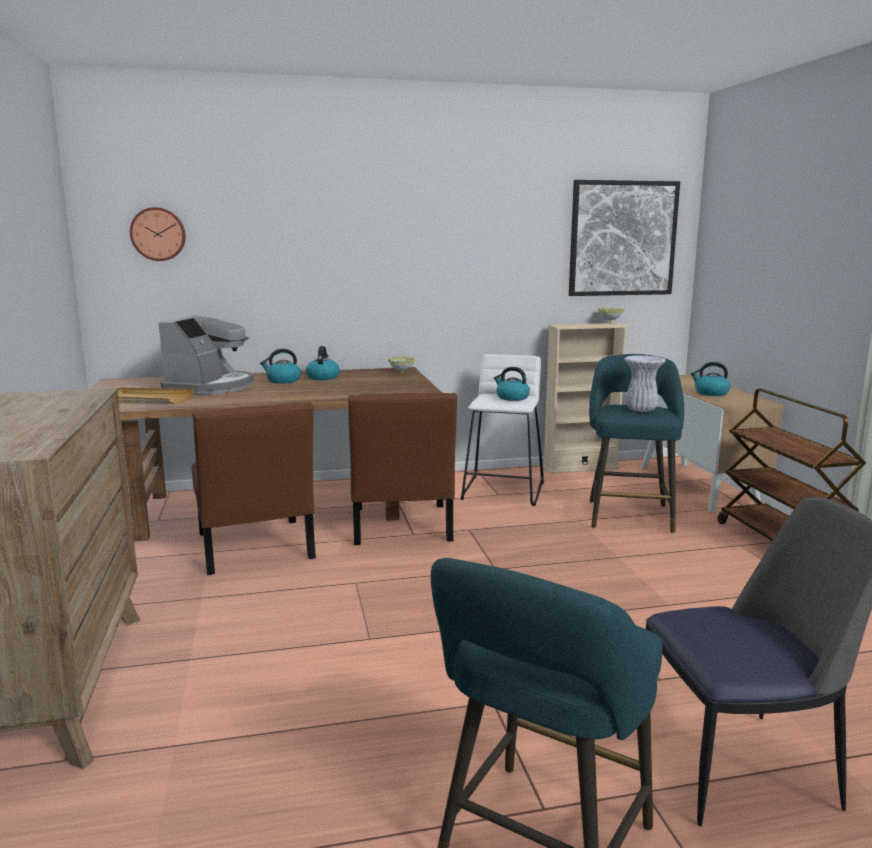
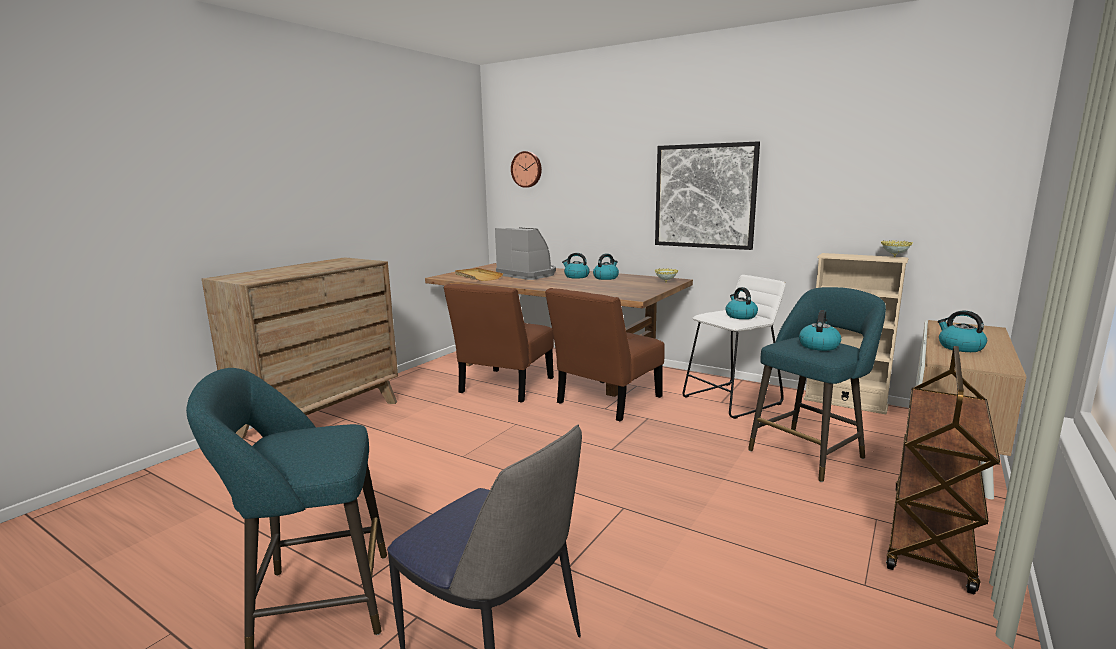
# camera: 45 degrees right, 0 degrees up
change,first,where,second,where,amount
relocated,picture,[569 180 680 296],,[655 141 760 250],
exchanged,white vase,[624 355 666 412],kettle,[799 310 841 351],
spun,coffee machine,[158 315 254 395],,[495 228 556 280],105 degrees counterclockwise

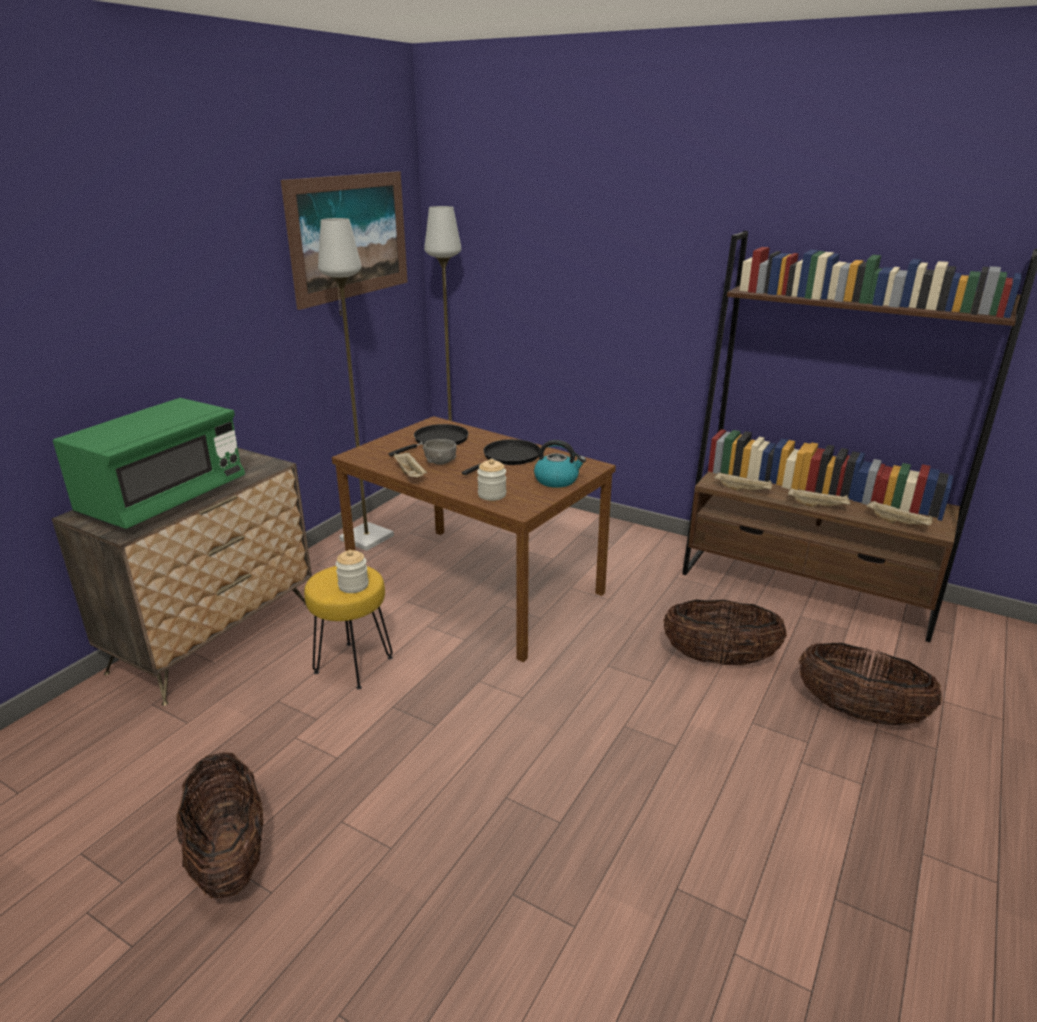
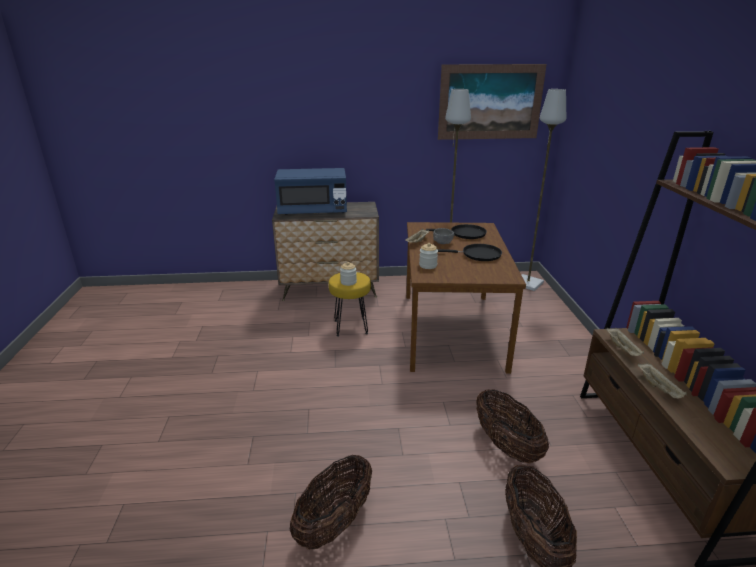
# camera: 55 degrees right, 0 degrees up
change,first,where,second,where,amount
missing,kettle,[534 440 586 488],,,
missing,beige tray,[867 501 933 526],,,
relocated,basket,[176 752 263 898],,[290 455 372 549],
colour,green microwave,[53 398 245 529],blue microwave,[274 168 347 215],

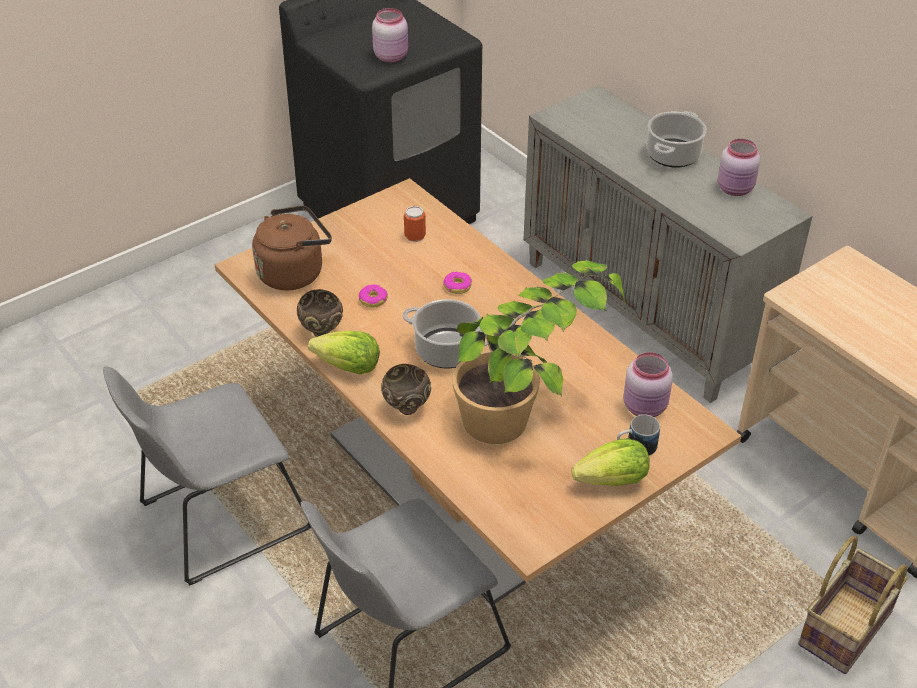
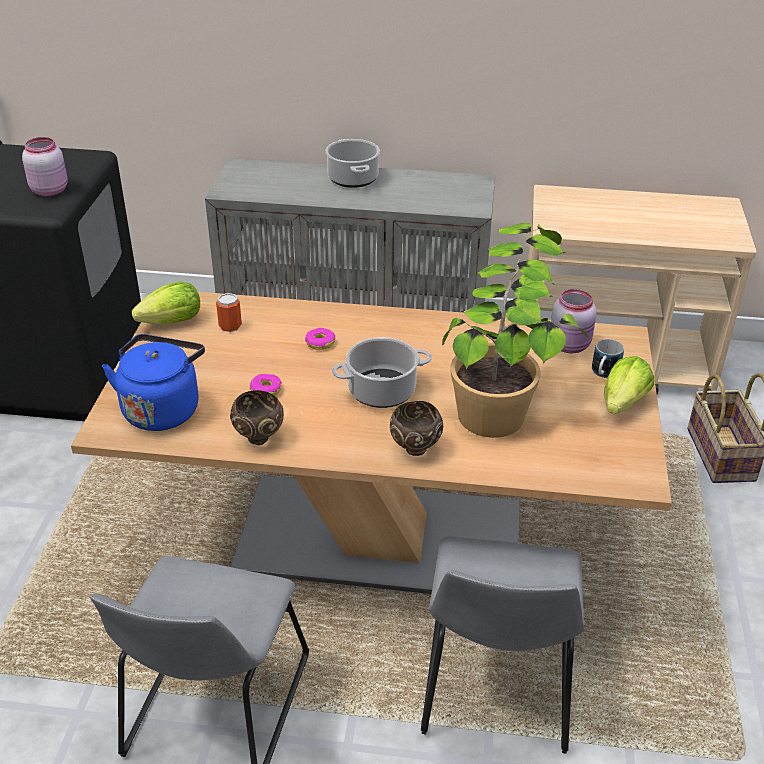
# camera: 45 degrees left, 5 degrees down
change,first,where,second,where,amount
missing,pink jar,[718 139 760 196],,,
relocated,lettuce,[308 331 380 374],,[132 281 200 324],
colour,brown kettle,[252 205 332 290],blue kettle,[102 334 205 431],

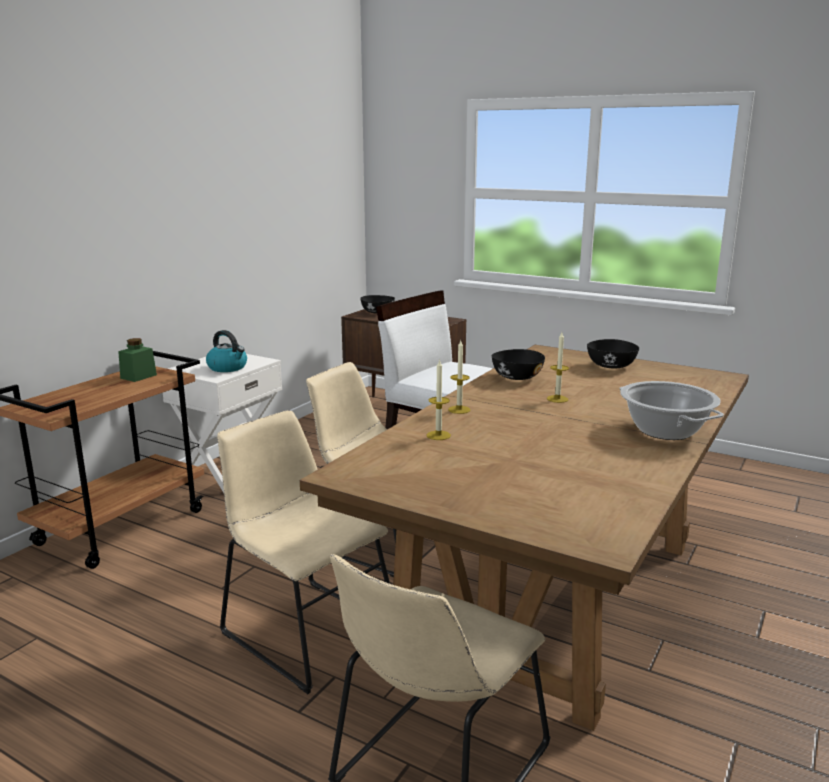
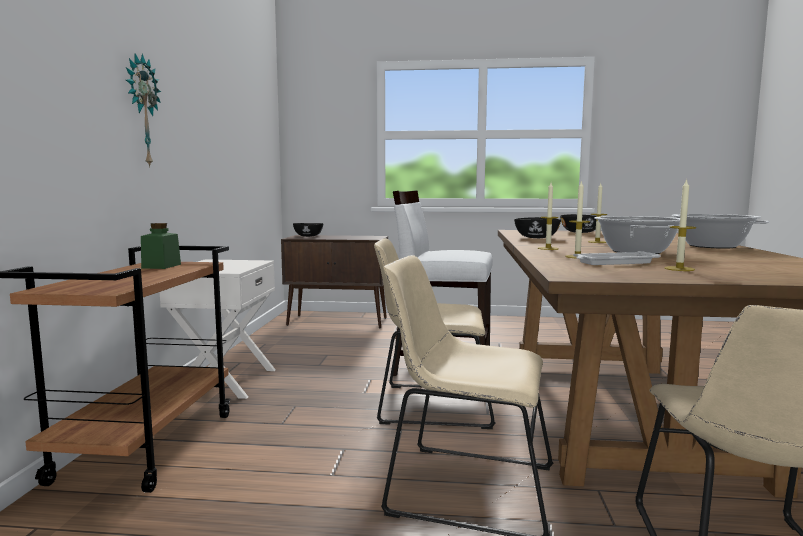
# camera: 25 degrees left, 10 degrees down
change,first,where,second,where,amount
missing,kettle,[206 330 247 372],,,
appeared,,,wall clock,[126 54 161 168],
appeared,,,white tray,[573 251 661 265],
appeared,,,cooking pot,[594 216 680 254],
appeared,,,candle,[664 179 696 271],

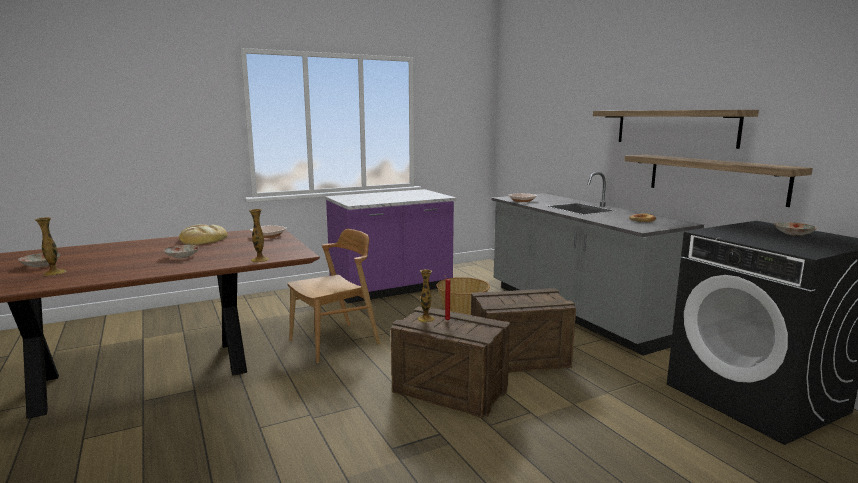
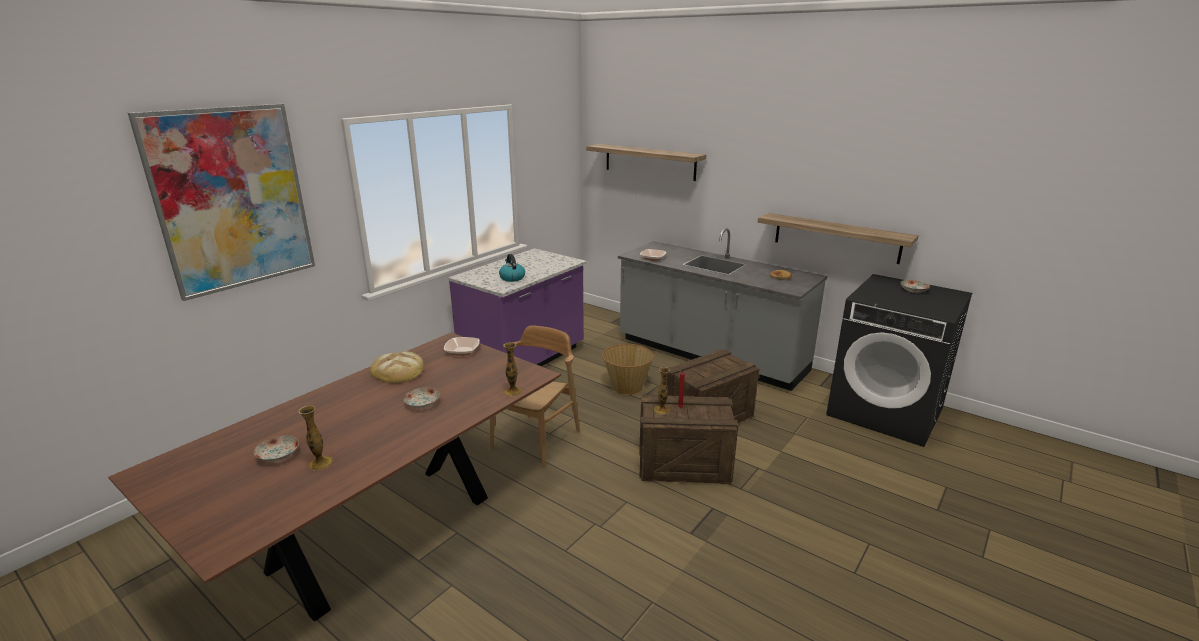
# camera: 25 degrees left, 10 degrees up
change,first,where,second,where,amount
appeared,,,picture,[128 104 315 301],
appeared,,,kettle,[499 254 525 282],
relocated,shelf,[593 110 759 149],,[586 144 706 181],

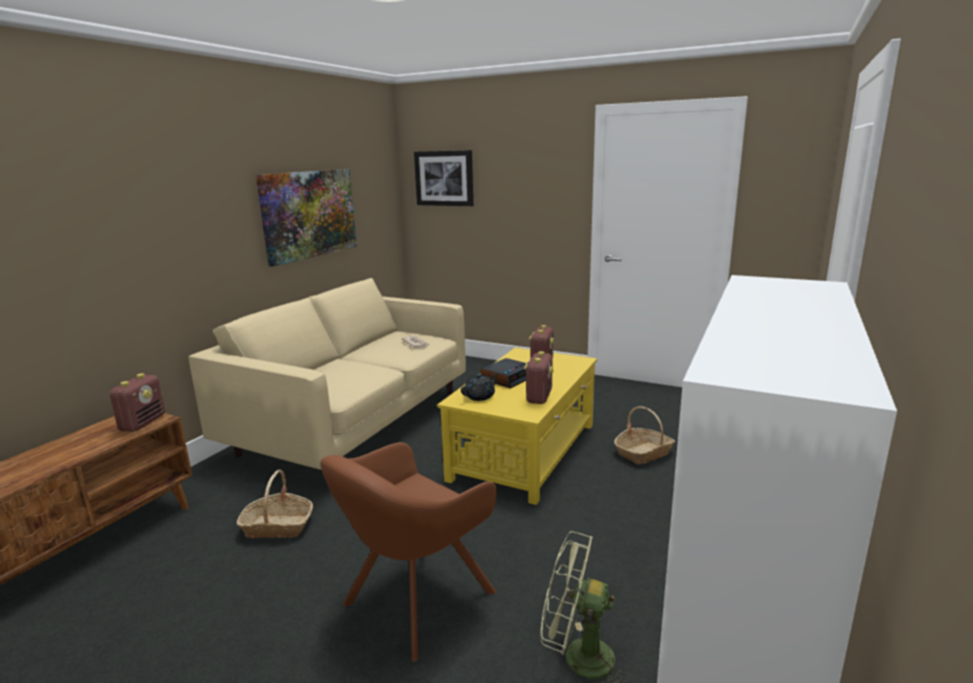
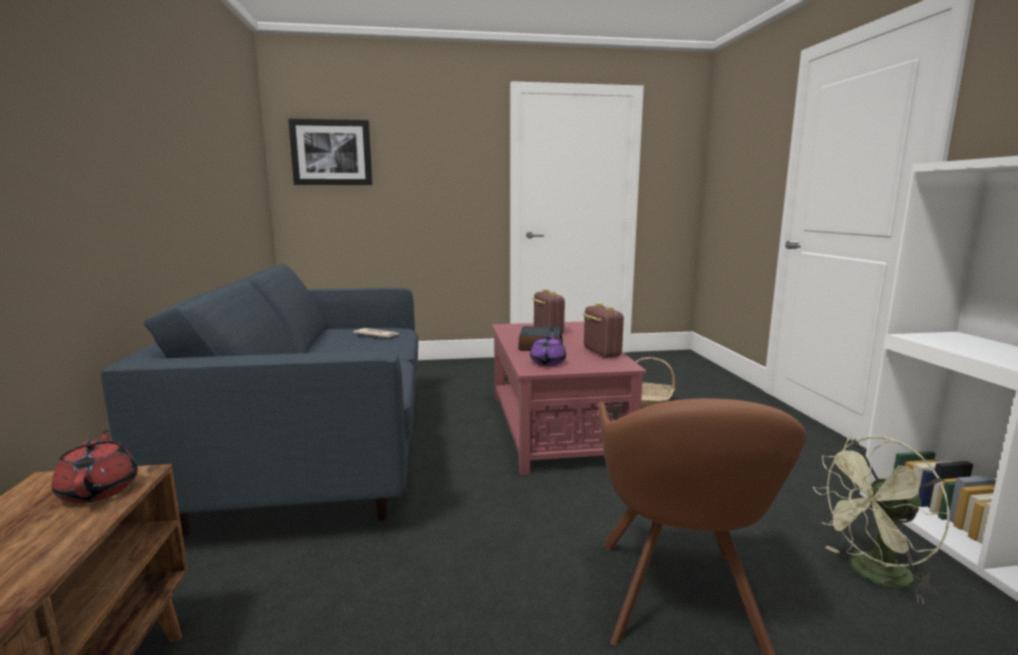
# camera: 35 degrees left, 5 degrees down
change,first,where,second,where,amount
missing,basket,[237 470 313 538],,,
missing,picture,[256 169 357 267],,,
exchanged,radio,[109 373 165 432],red teapot,[52 430 138 503],
colour,beige sofa,[188 278 466 470],blue sofa,[101 264 418 537],
colour,yellow coffee table,[437 348 597 505],red coffee table,[492 322 646 475],
colour,black teapot,[461 373 498 401],purple teapot,[530 334 566 366],

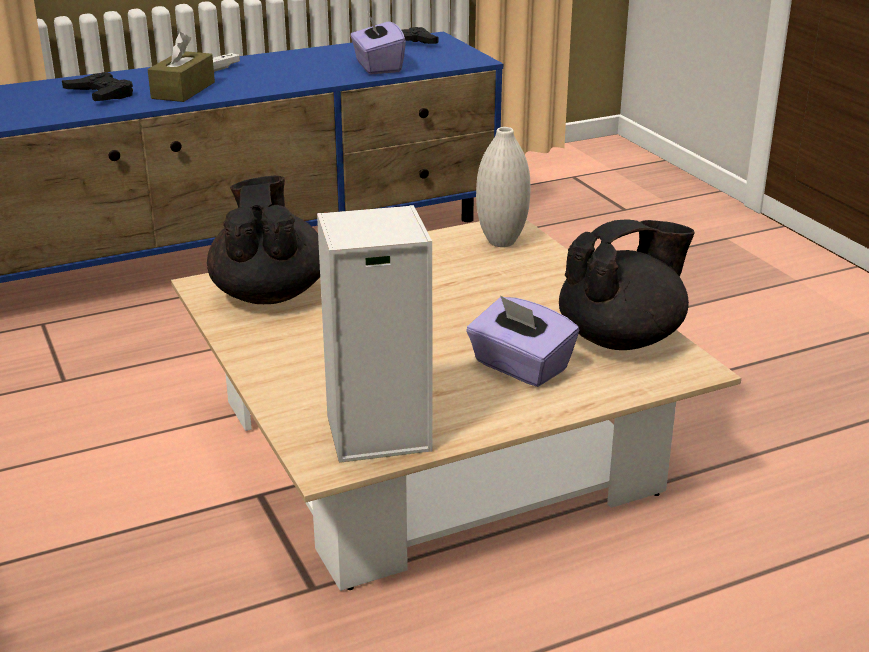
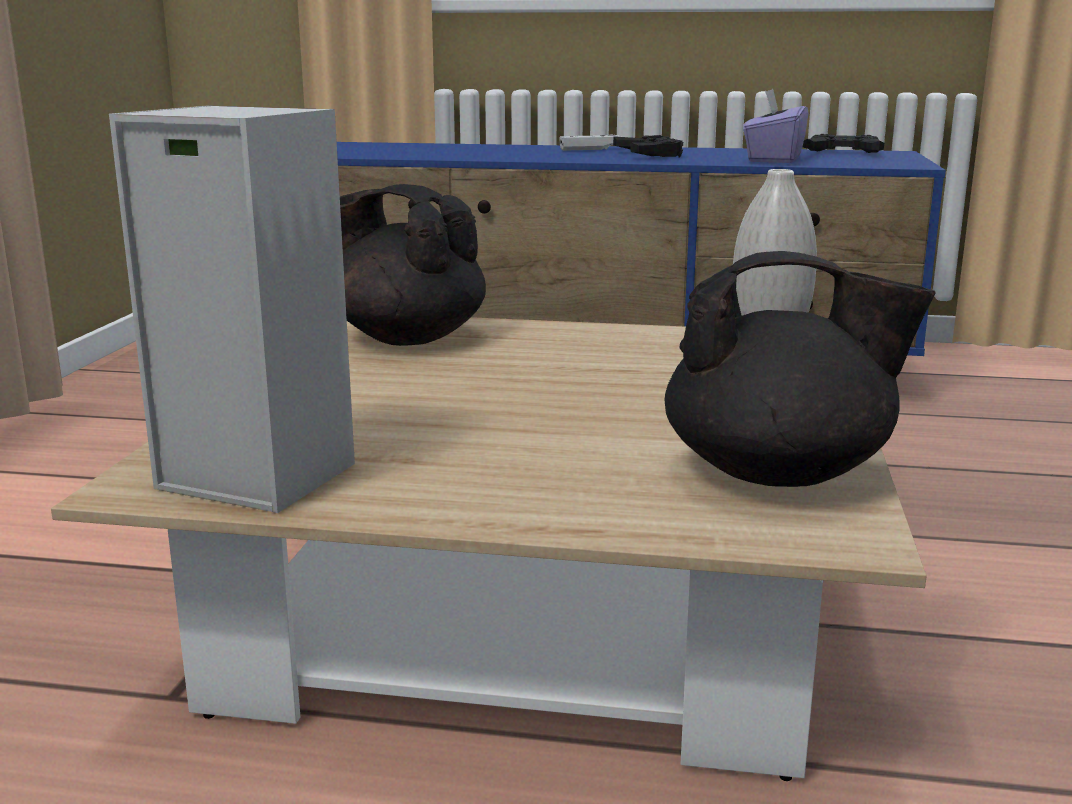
# camera: 35 degrees right, 10 degrees down
change,first,where,second,where,amount
missing,brown tissue box,[147 32 215 102],,,
missing,purple tissue box,[466 295 579 387],,,
relocated,black game controller,[62 72 133 101],,[613 135 683 157],
spun,black teapot,[207 176 320 304],,[340 184 486 346],90 degrees counterclockwise

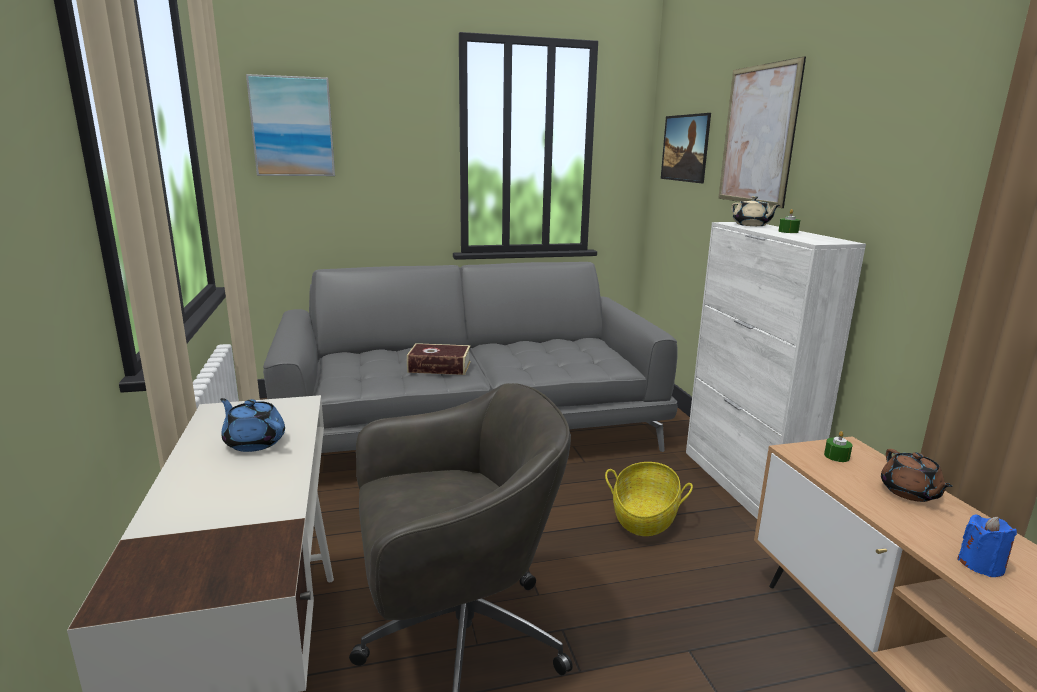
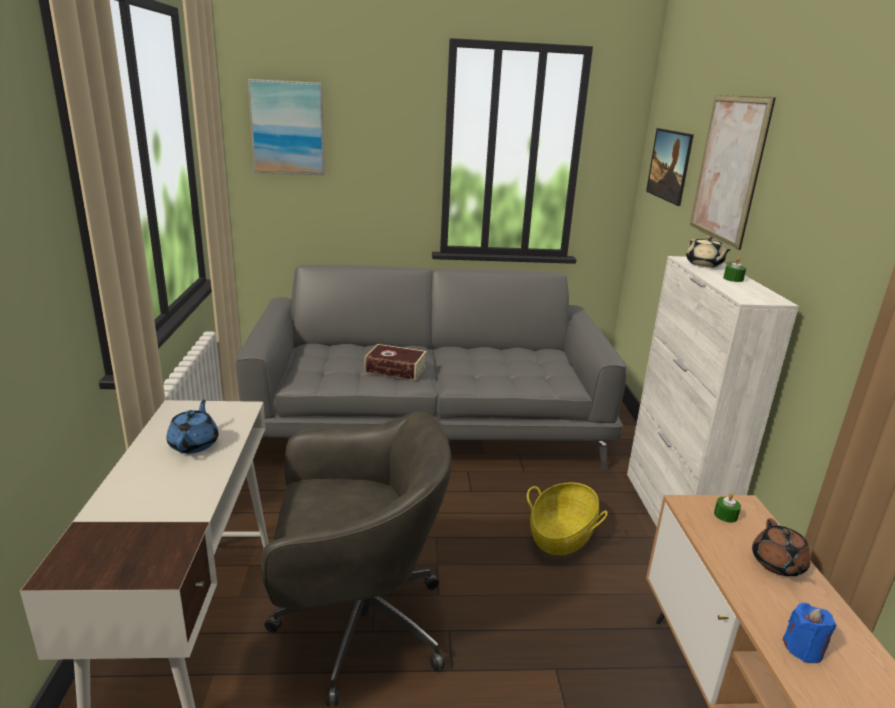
# camera: 10 degrees right, 5 degrees up
change,first,where,second,where,amount
spun,blue teapot,[220 398 285 452],,[167 400 219 453],45 degrees clockwise

